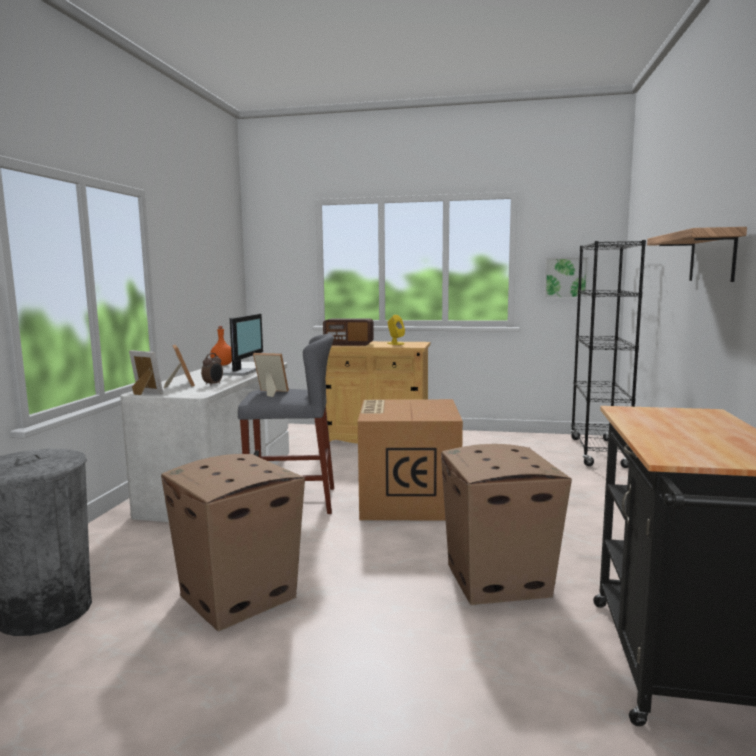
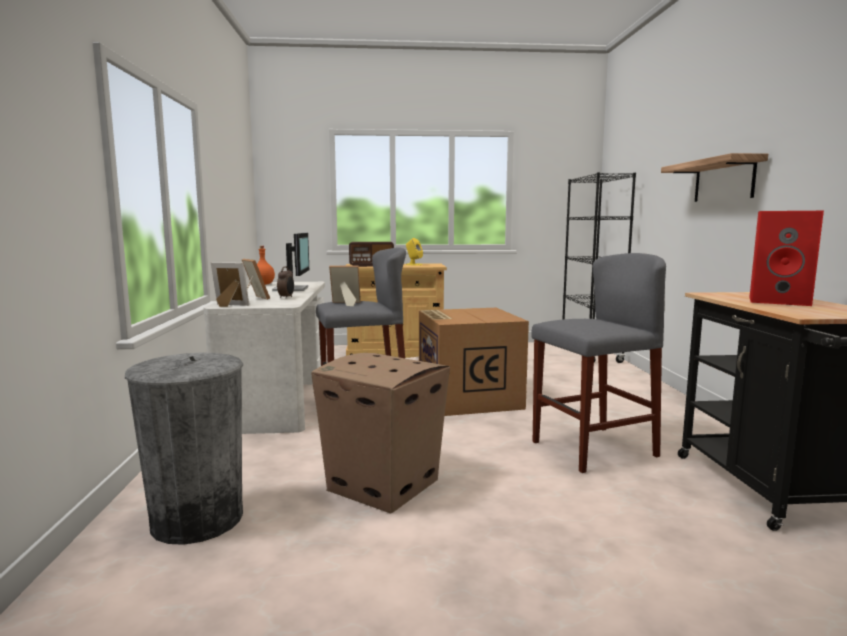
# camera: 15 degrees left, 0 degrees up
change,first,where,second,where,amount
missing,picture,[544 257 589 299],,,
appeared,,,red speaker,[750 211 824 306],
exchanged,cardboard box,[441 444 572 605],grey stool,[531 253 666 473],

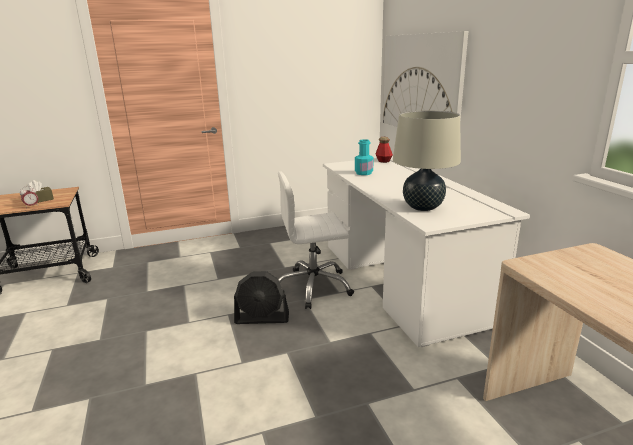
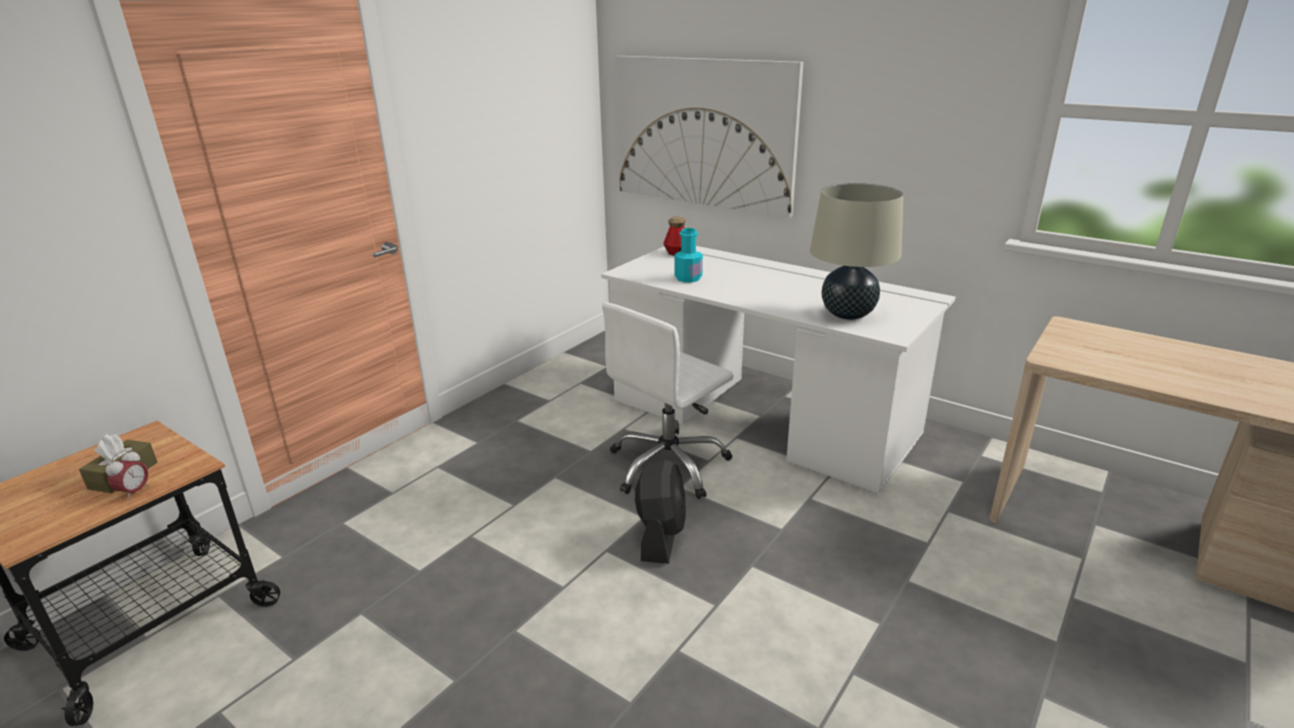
# camera: 35 degrees left, 5 degrees up
change,first,where,second,where,amount
spun,black fan,[234 271 289 324],,[635 460 686 564],45 degrees counterclockwise

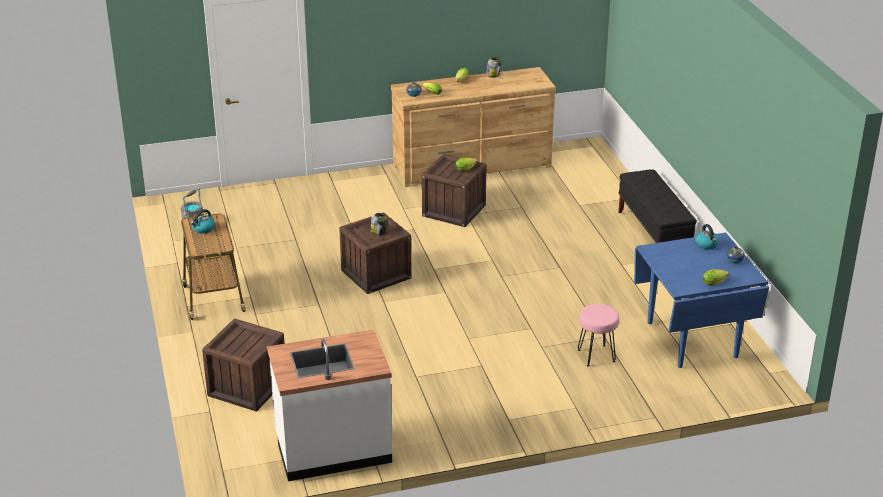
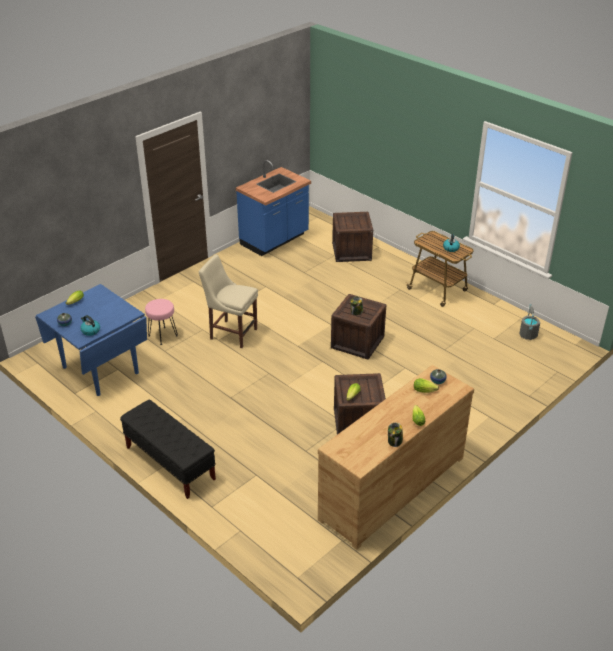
# camera: 150 degrees right, 5 degrees up
change,first,where,second,where,amount
appeared,,,beige chair,[199 254 258 348],
colour,white counter,[267 330 392 481],blue counter,[236 160 311 256],

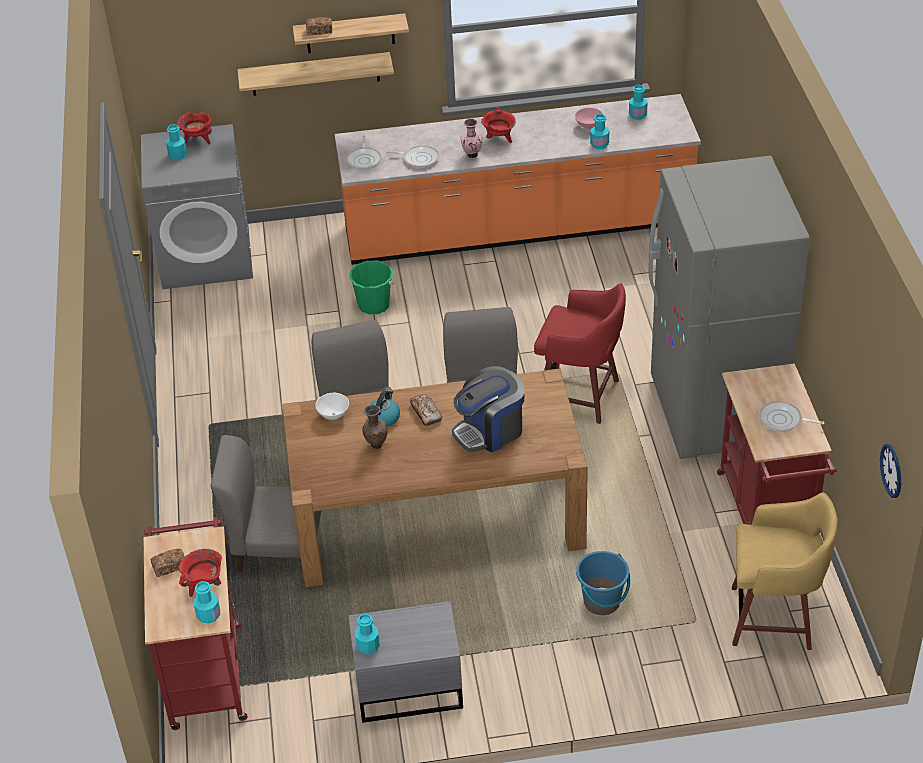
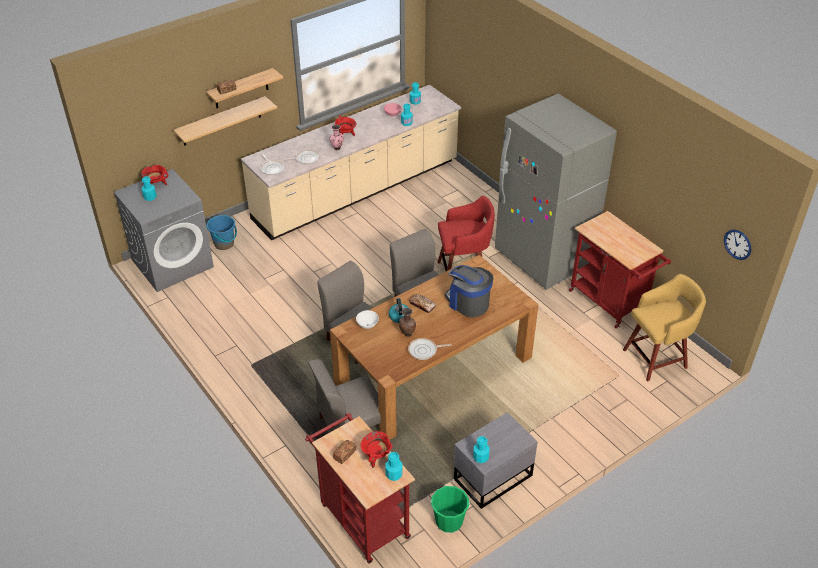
# camera: 30 degrees left, 0 degrees up
change,first,where,second,where,amount
relocated,green bucket,[349 261 395 315],,[431 486 470 533],
relocated,blue bucket,[576 551 630 615],,[206 215 237 250],
relocated,frying pan,[758 401 824 432],,[408 338 452 360],
colour,orange counter,[334 94 701 265],beige counter,[241 85 461 240],
spun,coffee machine,[452 366 524 452],,[445 265 493 318],105 degrees clockwise

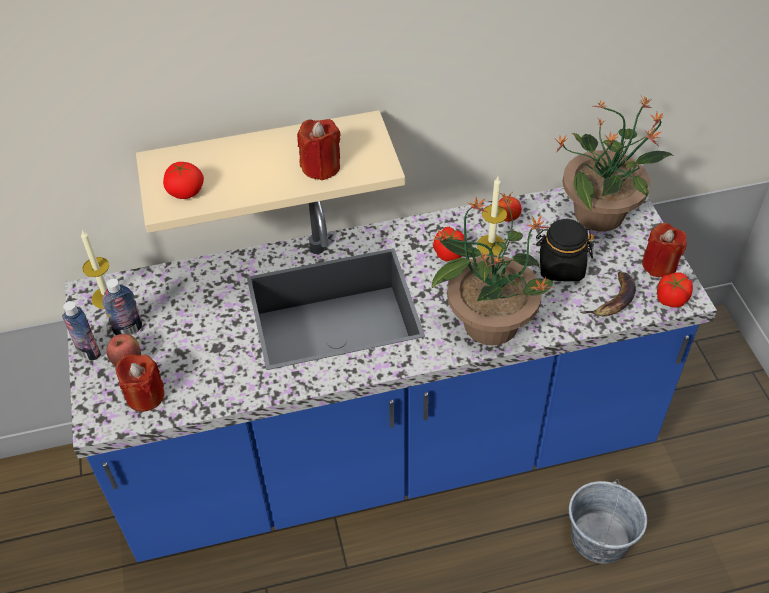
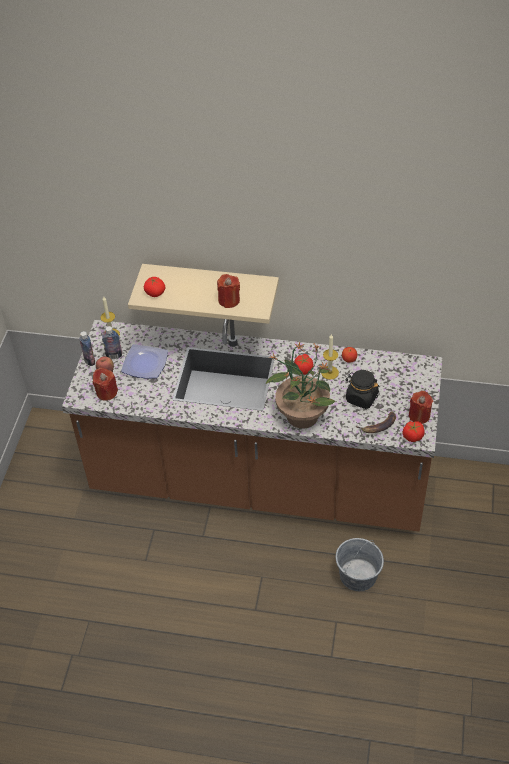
# camera: 25 degrees right, 0 degrees up
change,first,where,second,where,amount
missing,potted plant,[554 95 673 232],,,
appeared,,,plate,[121 344 168 379],
colour,blue counter,[65 187 717 562],brown counter,[62 319 442 532],

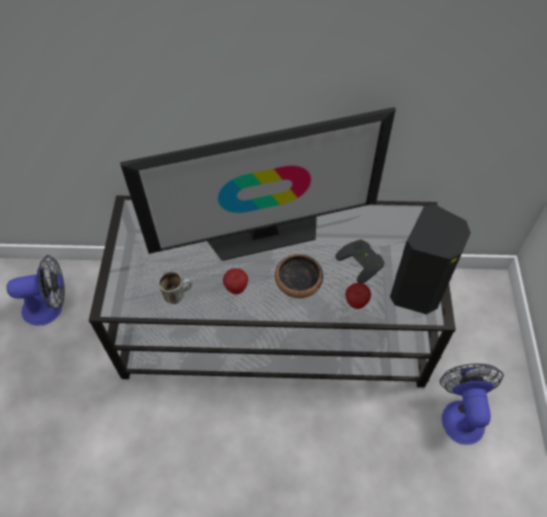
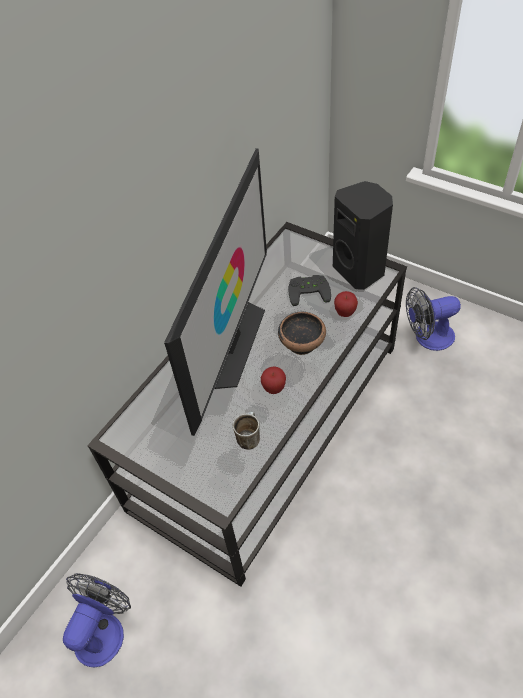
# camera: 55 degrees left, 5 degrees down
change,first,where,second,where,amount
spun,fan,[439 363 504 445],,[406 287 461 351],45 degrees counterclockwise

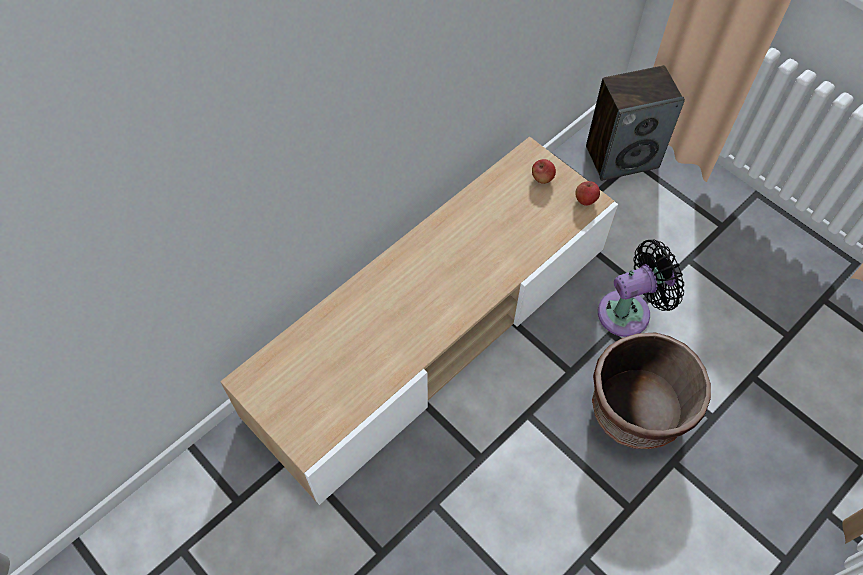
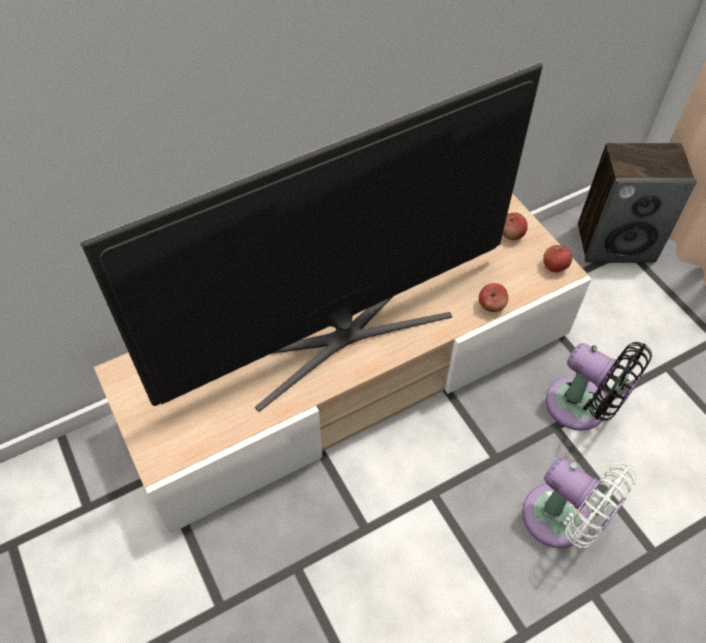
# camera: 15 degrees right, 5 degrees down
change,first,where,second,where,amount
appeared,,,television,[80 62 543 412],
appeared,,,apple,[479 283 508 312],
exchanged,brown planter,[592 333 711 449],white fan,[522 458 638 548],
spun,black fan,[598 240 684 337],,[546 342 652 431],45 degrees clockwise

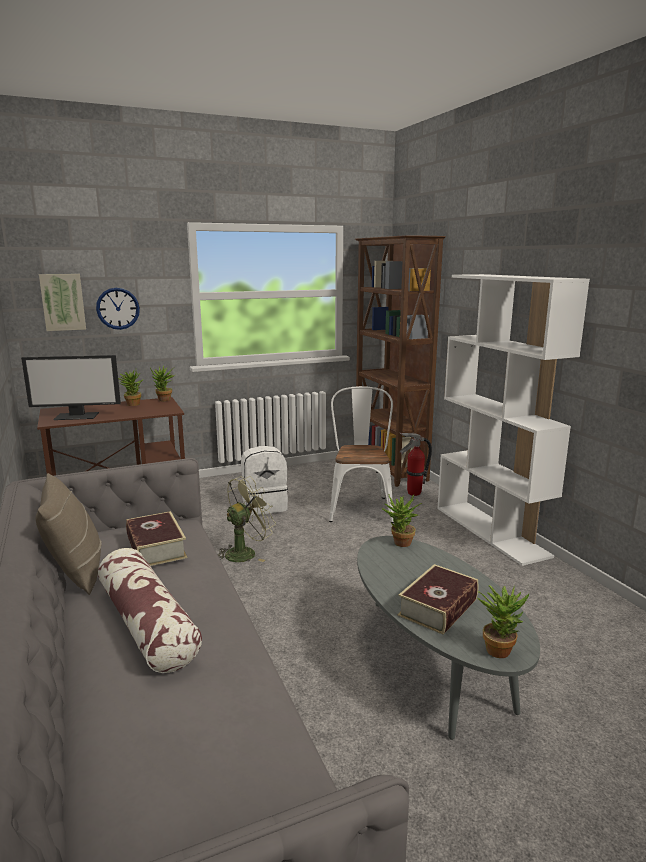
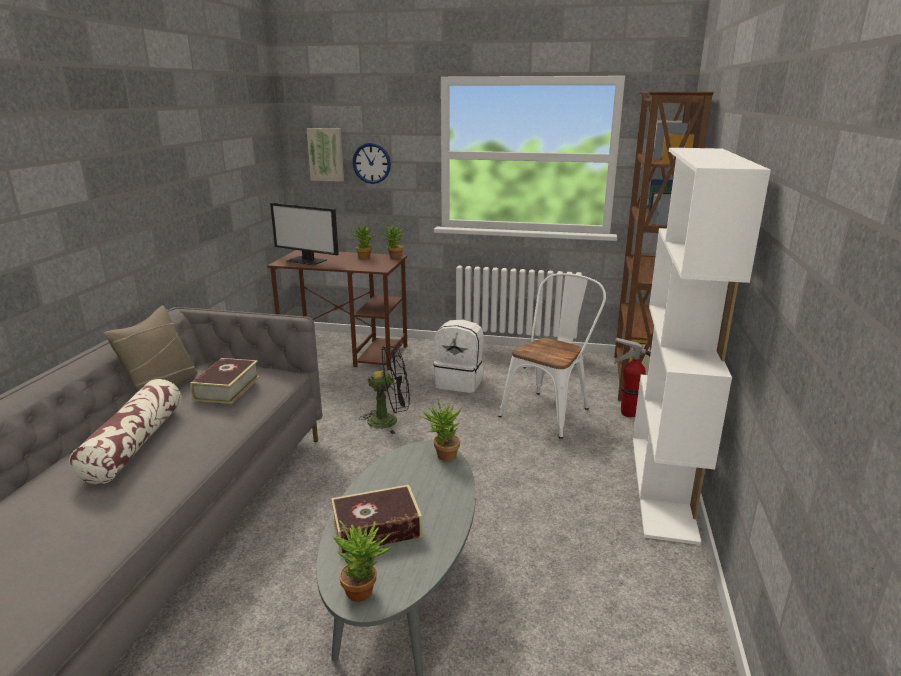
# camera: 35 degrees right, 5 degrees up
change,first,where,second,where,amount
colour,green fan,[218 476 276 562],black fan,[359 346 410 434],

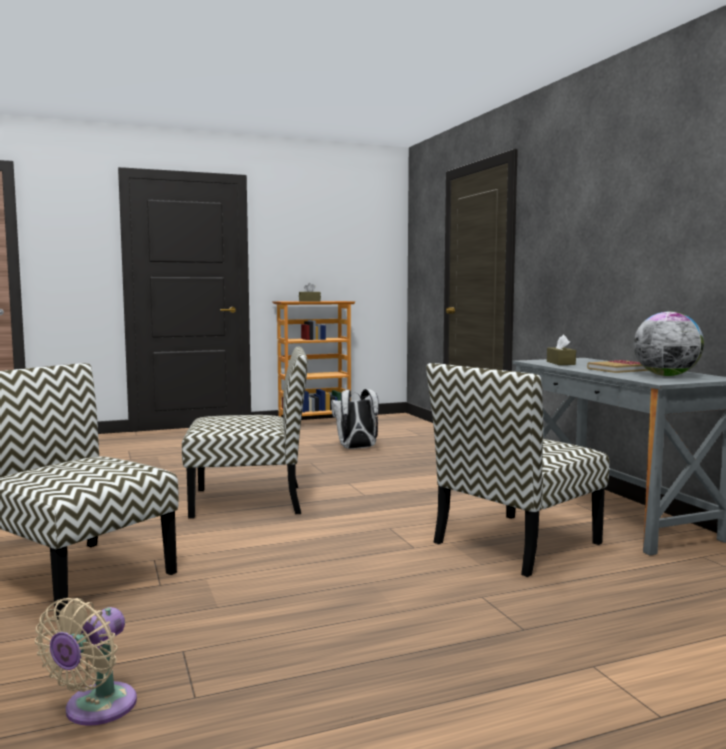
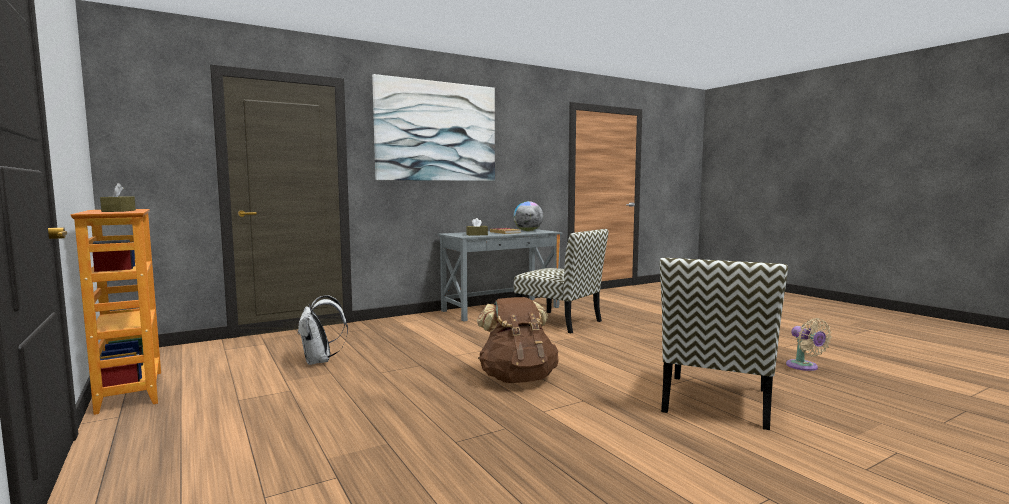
# camera: 100 degrees left, 0 degrees up
change,first,where,second,where,amount
appeared,,,picture,[372 74 495 181],
exchanged,chair,[182 346 308 519],brown backpack,[477 297 559 383],
spun,beige fan,[35 598 137 726],,[786 318 832 371],60 degrees clockwise

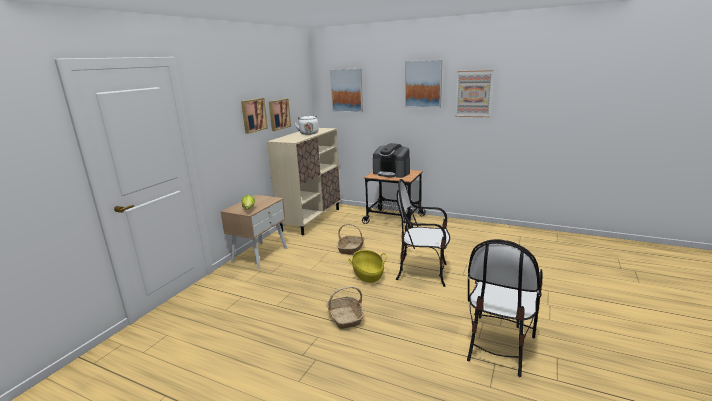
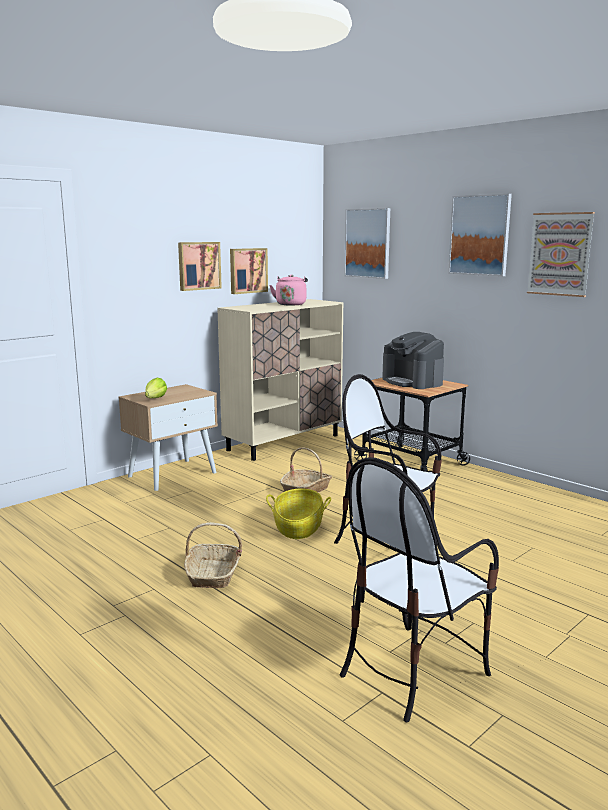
# camera: 20 degrees right, 5 degrees down
change,first,where,second,where,amount
colour,white kettle,[295 115 319 135],pink kettle,[269 274 308 306],

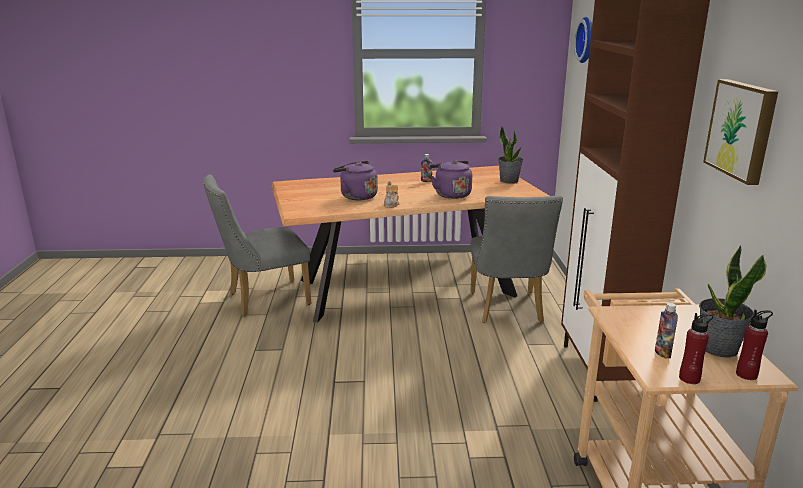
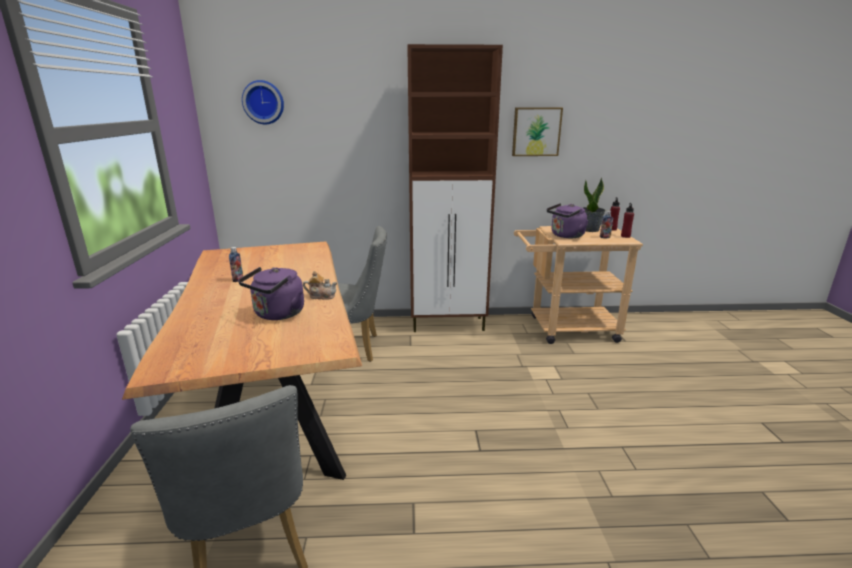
# camera: 90 degrees left, 0 degrees up
change,first,where,second,where,amount
missing,potted plant,[498 126 523 183],,,
relocated,purple kettle,[430 160 472 199],,[547 203 589 238],

